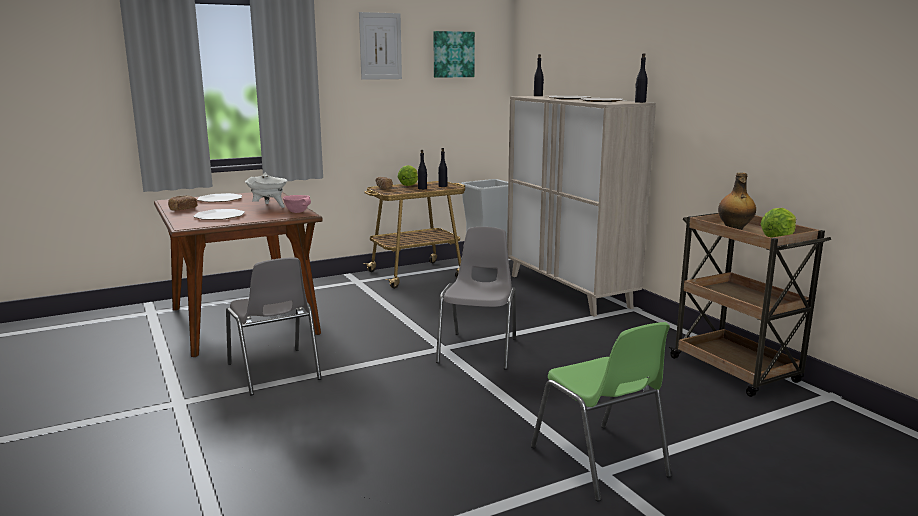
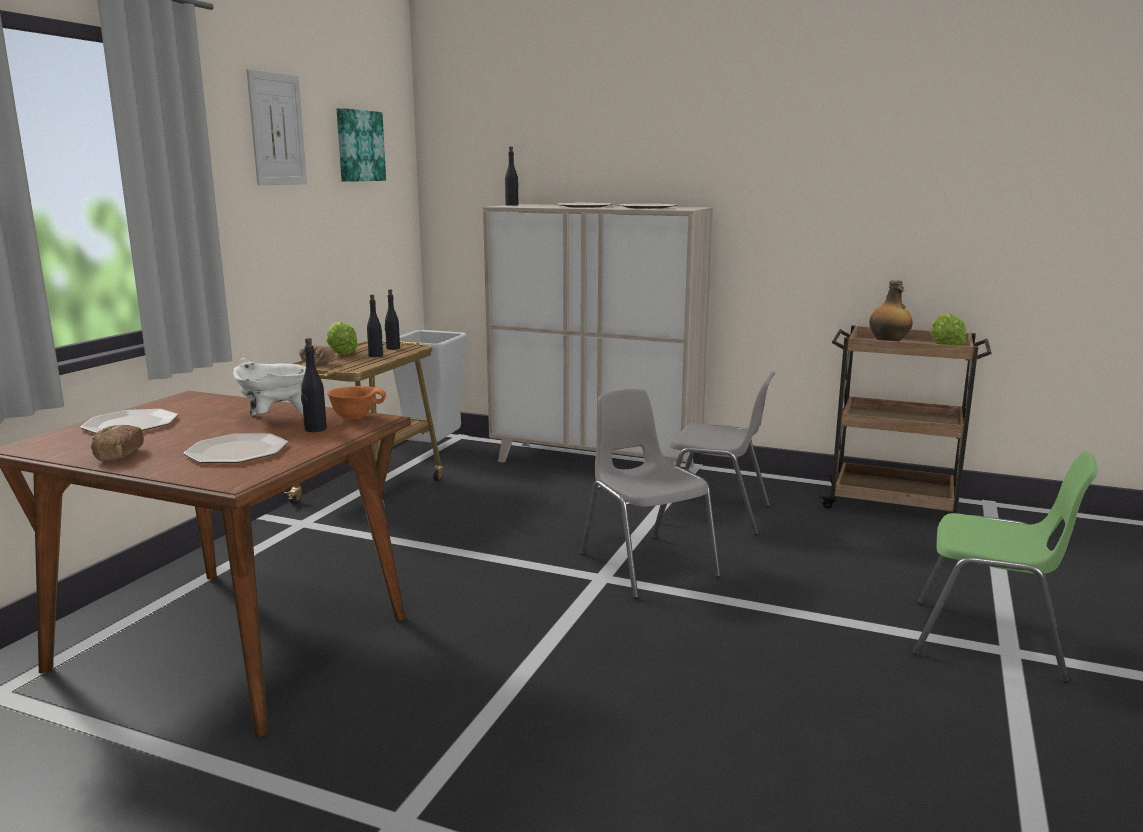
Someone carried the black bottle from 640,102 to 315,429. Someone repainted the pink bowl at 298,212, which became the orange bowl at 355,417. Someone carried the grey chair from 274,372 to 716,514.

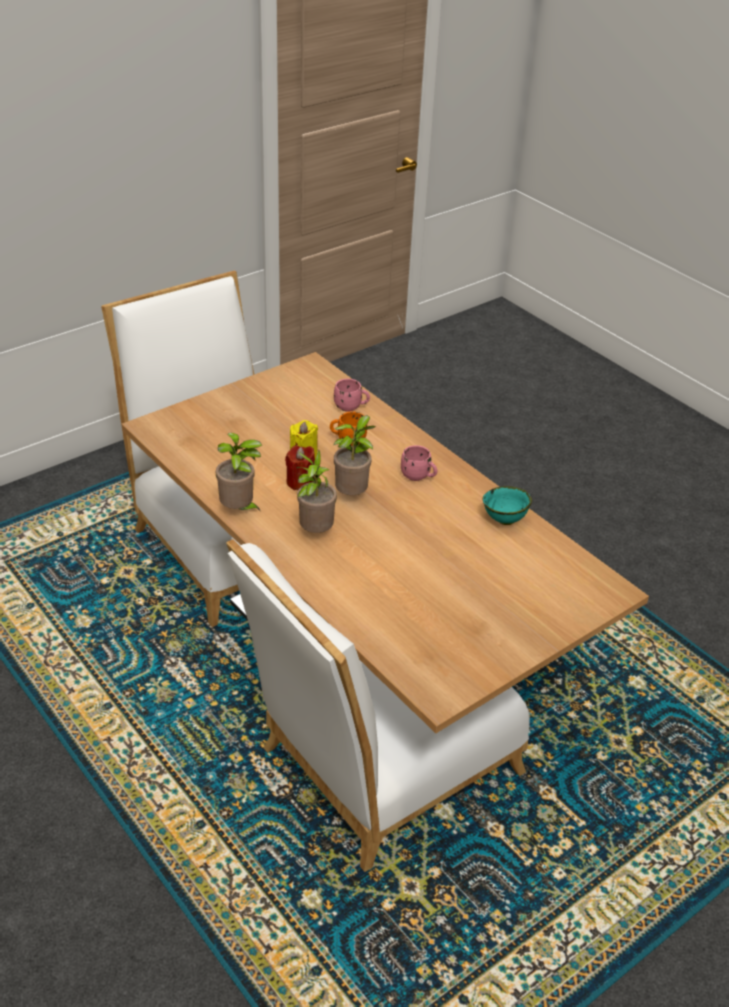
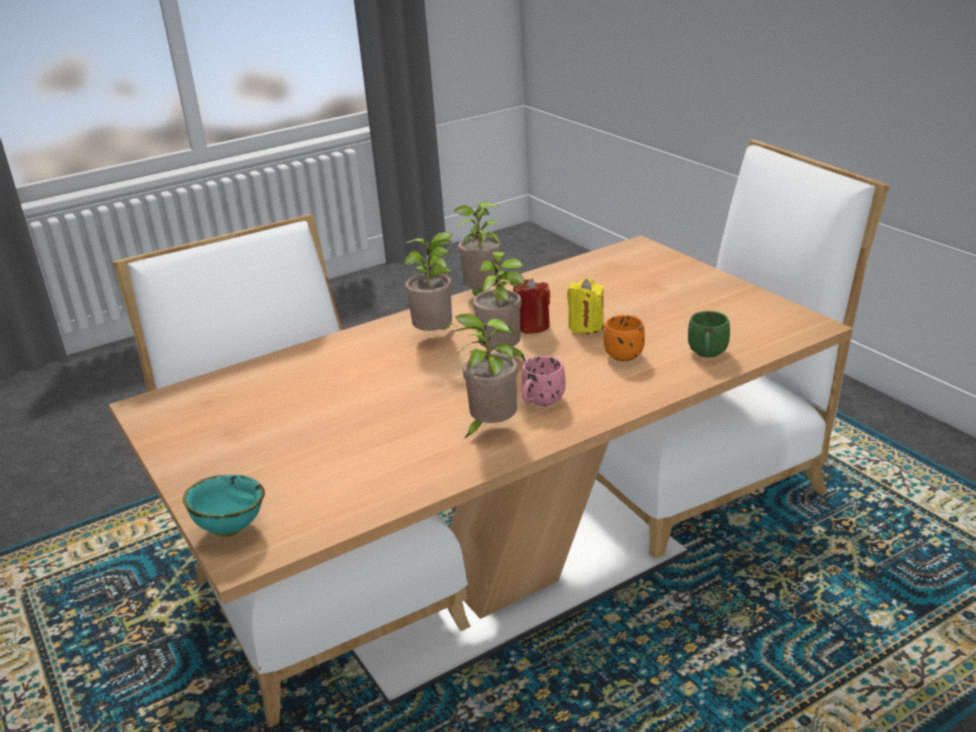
Someone repainted the pink mug at 351,407, which became the green mug at 707,354. Someone carried the turquoise bowl from 504,520 to 229,528. Someone put down the potted plant at 490,429.

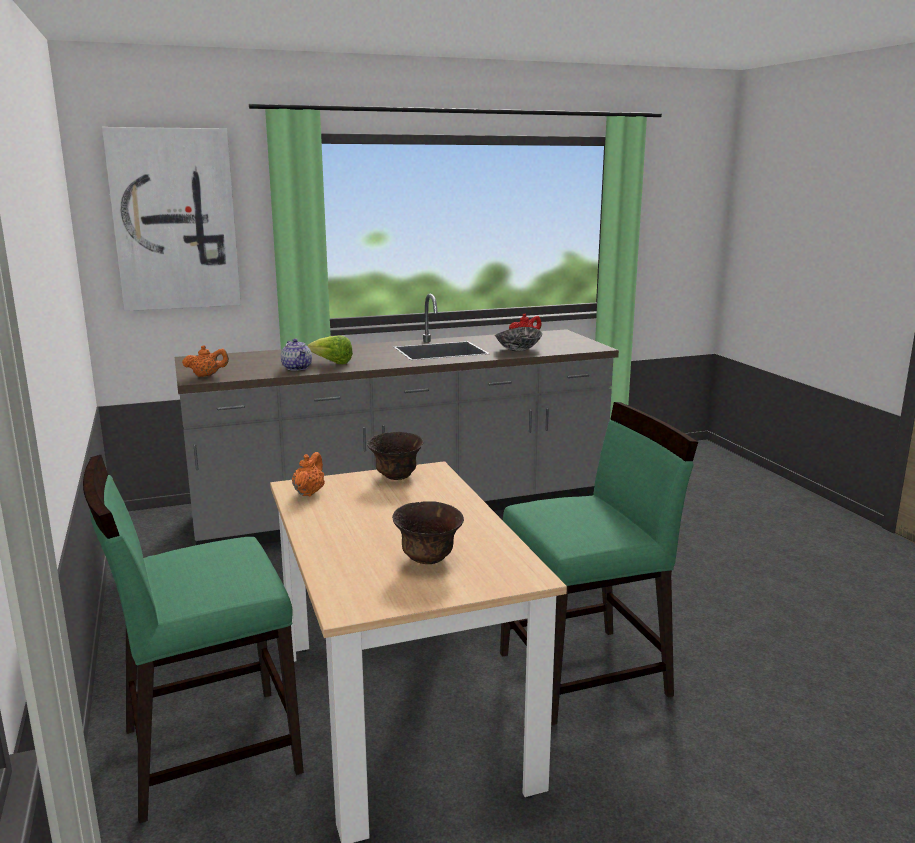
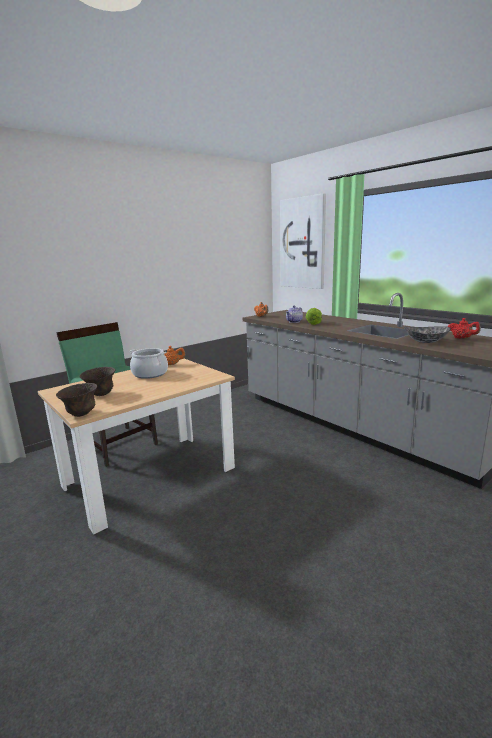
Someone took away the green chair at 586,674. Someone carried the brown bowl from 396,477 to 81,414. Someone put down the cooking pot at 150,374.

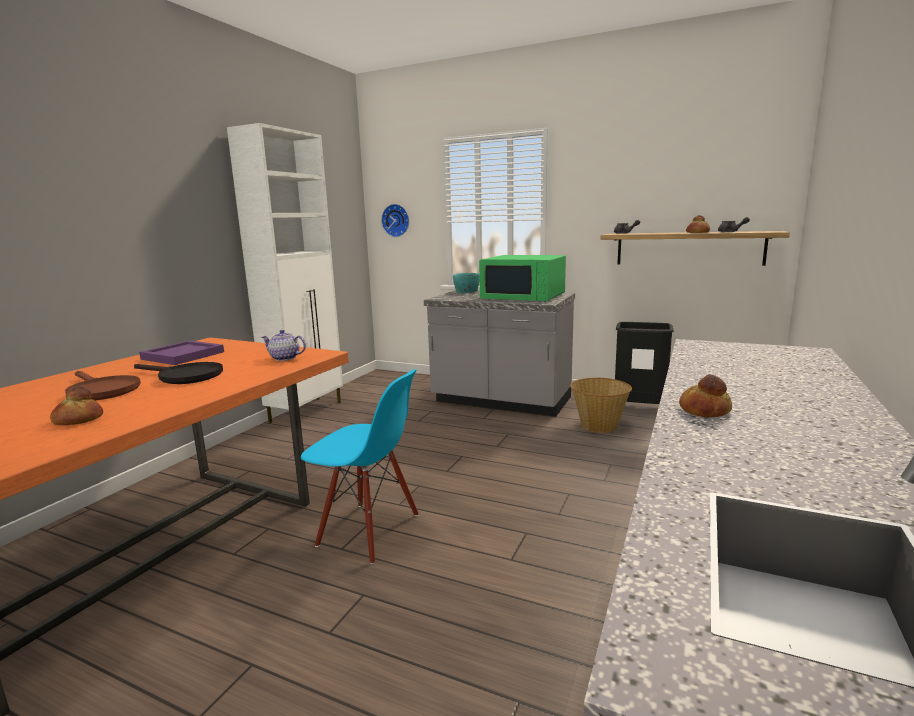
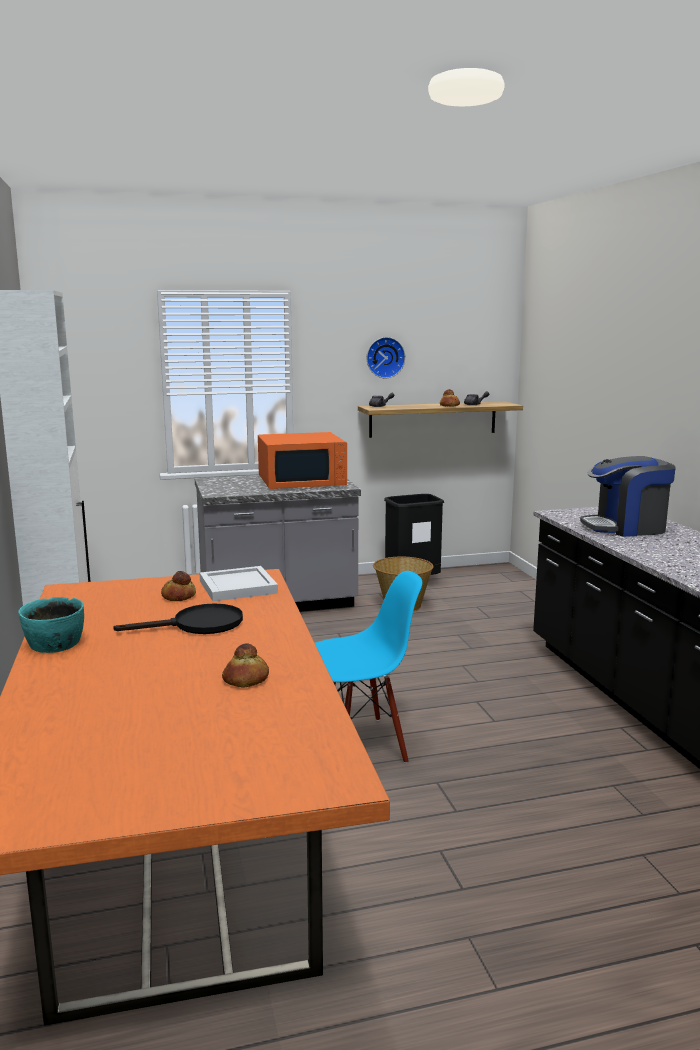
Someone carried the wall clock from 396,220 to 384,357. Someone repainted the green microwave at 524,296, which became the orange microwave at 302,481. Someone carried the turquoise bowl from 466,291 to 55,644. Someone swapped the teapot at 284,358 for the white tray at 239,587. Someone took away the purple tray at 184,355. Someone took away the brown frying pan at 101,390. Someone carried the bread from 704,410 to 178,596. Someone put down the coffee machine at 626,528.

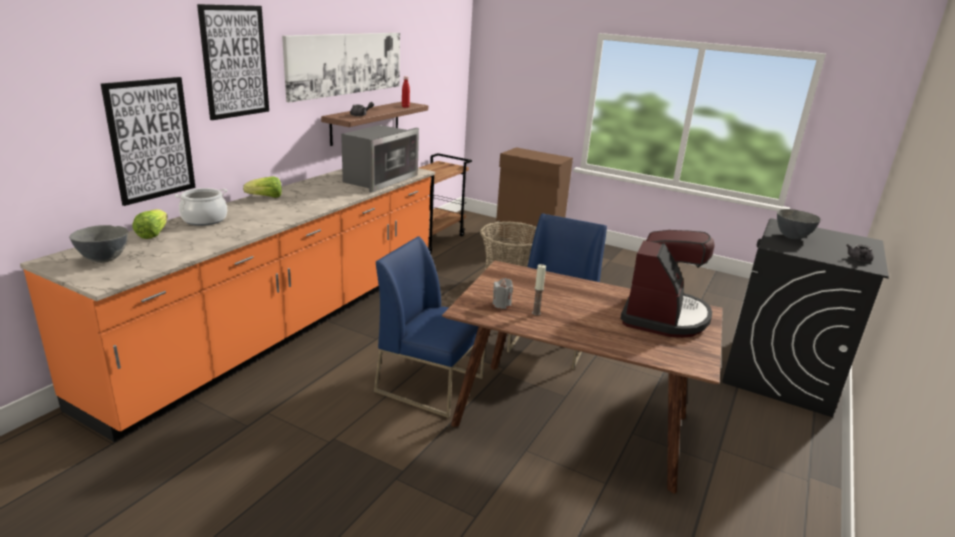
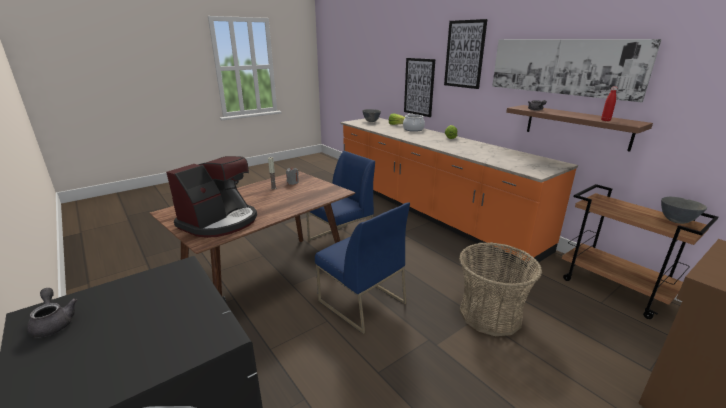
Someone took away the microwave at 379,179. Someone carried the grey bowl from 791,237 to 676,221. Someone rotated the coffee machine at 663,316 by 105 degrees counterclockwise.

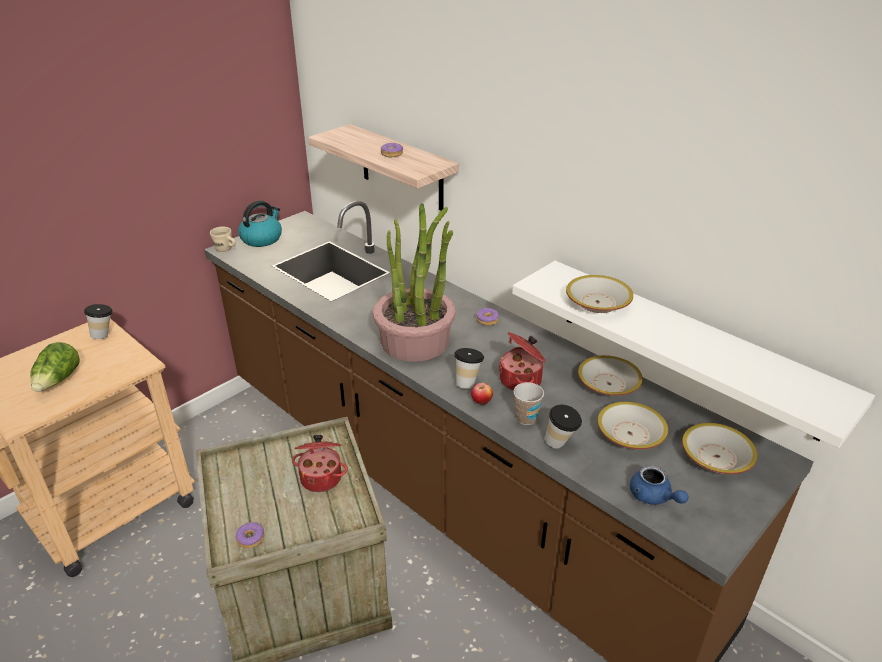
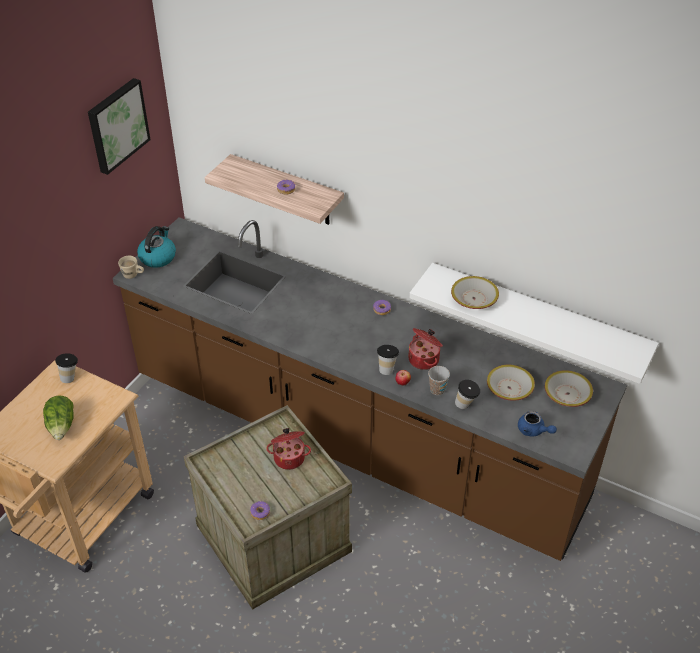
Someone took away the potted plant at 416,342. Someone took away the bowl at 608,384. Someone put up the picture at 117,125.

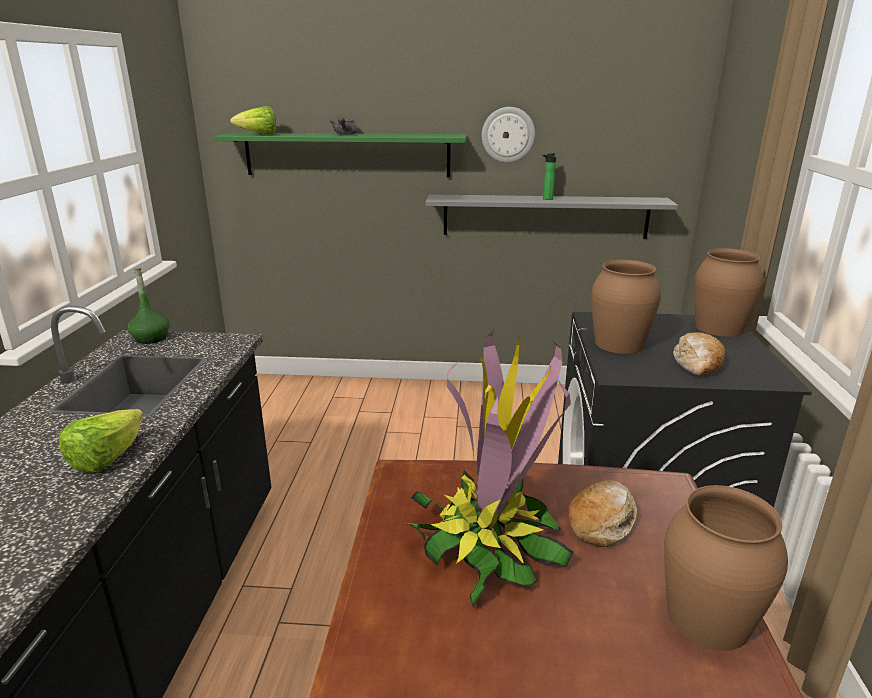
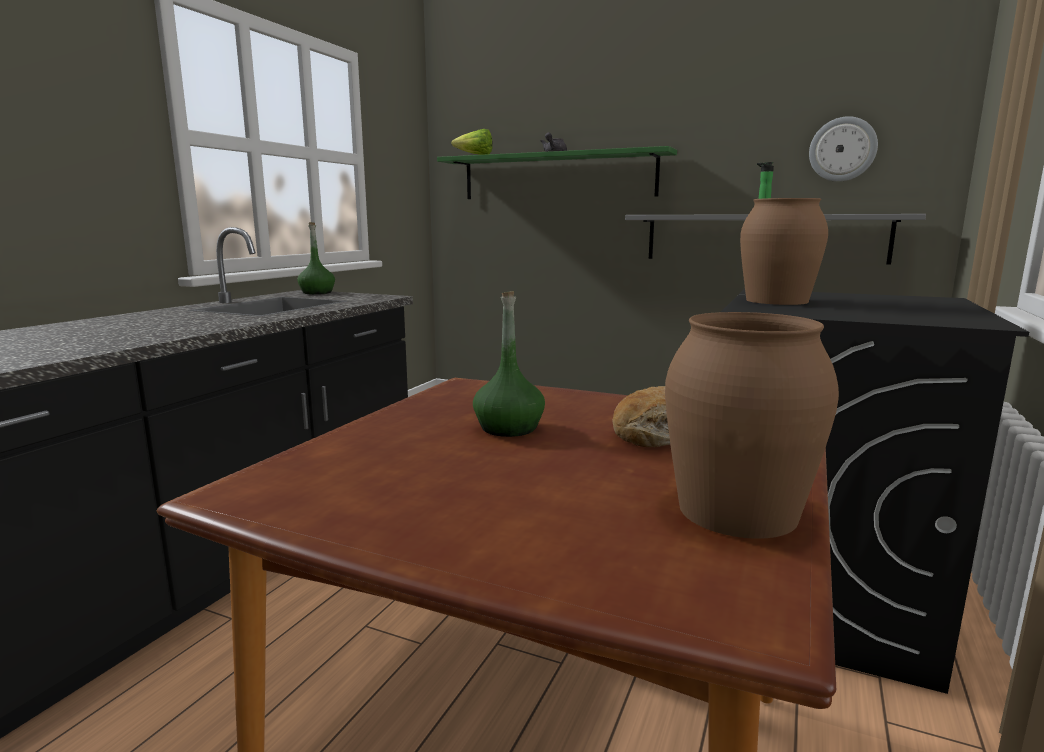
Someone carried the wall clock from 508,134 to 842,149. Someone took away the brown vase at 719,328. Someone swapped the potted plant at 488,542 for the green bottle at 508,428. Someone took away the bread at 697,364. Someone took away the lettuce at 107,458.

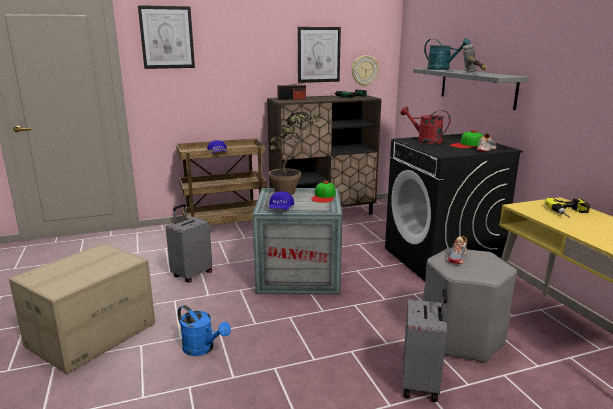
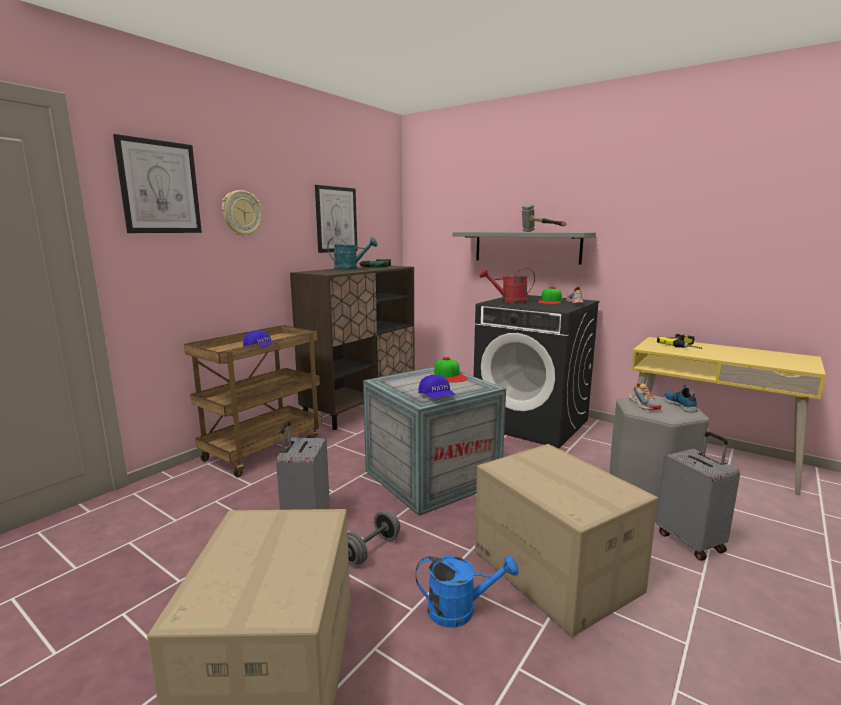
Someone carried the turquoise watering can from 442,69 to 350,269. Someone carried the wall clock from 364,70 to 241,213. Someone took away the radio at 291,99. Someone took away the potted plant at 291,191. Someone put down the shoe at 680,405. Someone put down the cardboard box at 553,571. Someone put down the grey dumbbell at 371,550.

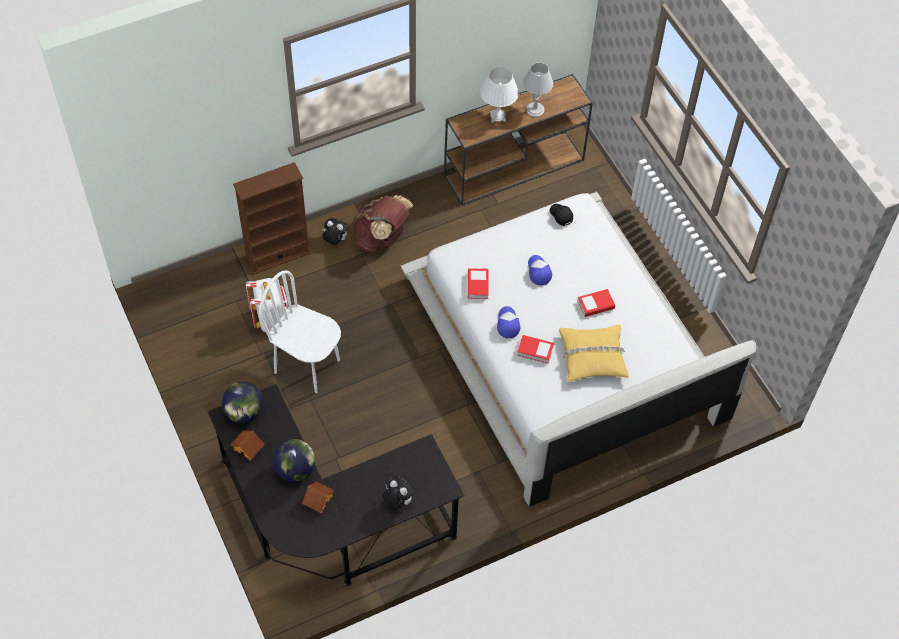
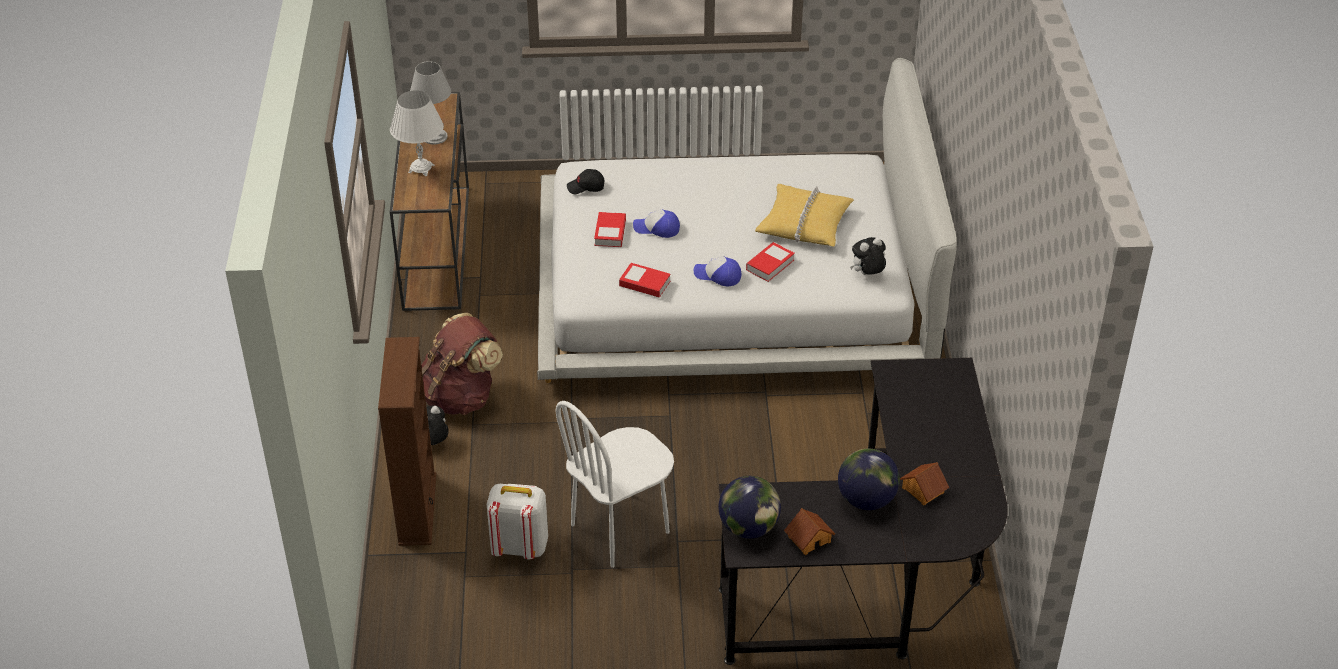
Someone carried the book from 595,305 to 610,233. Someone carried the plush toy from 397,501 to 867,275.

